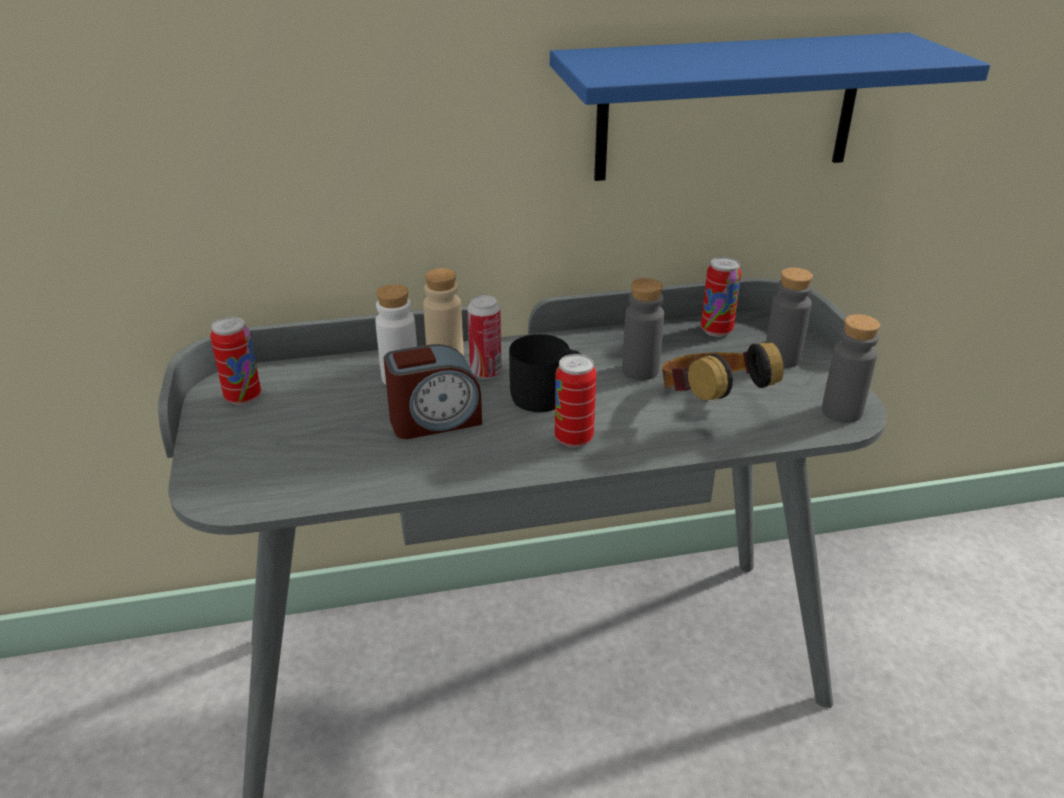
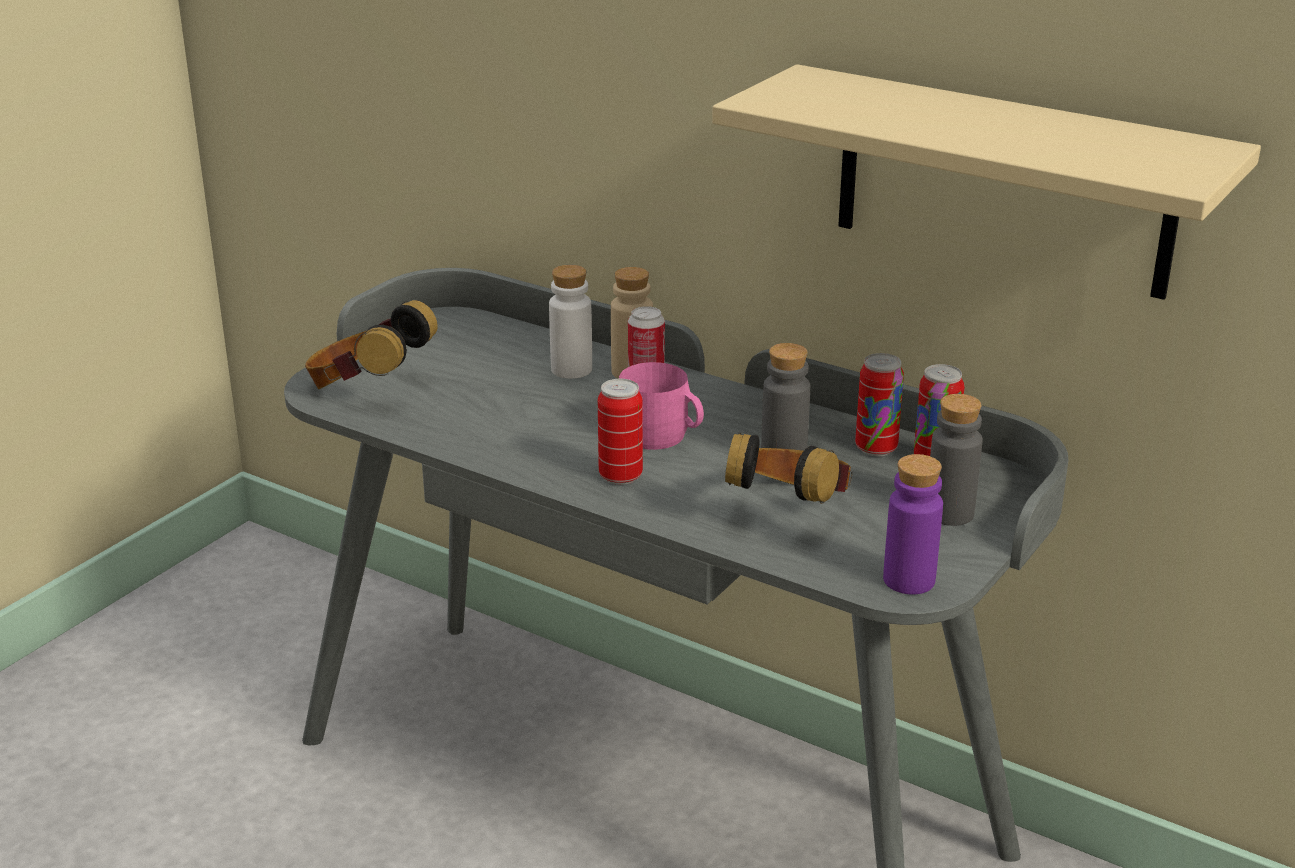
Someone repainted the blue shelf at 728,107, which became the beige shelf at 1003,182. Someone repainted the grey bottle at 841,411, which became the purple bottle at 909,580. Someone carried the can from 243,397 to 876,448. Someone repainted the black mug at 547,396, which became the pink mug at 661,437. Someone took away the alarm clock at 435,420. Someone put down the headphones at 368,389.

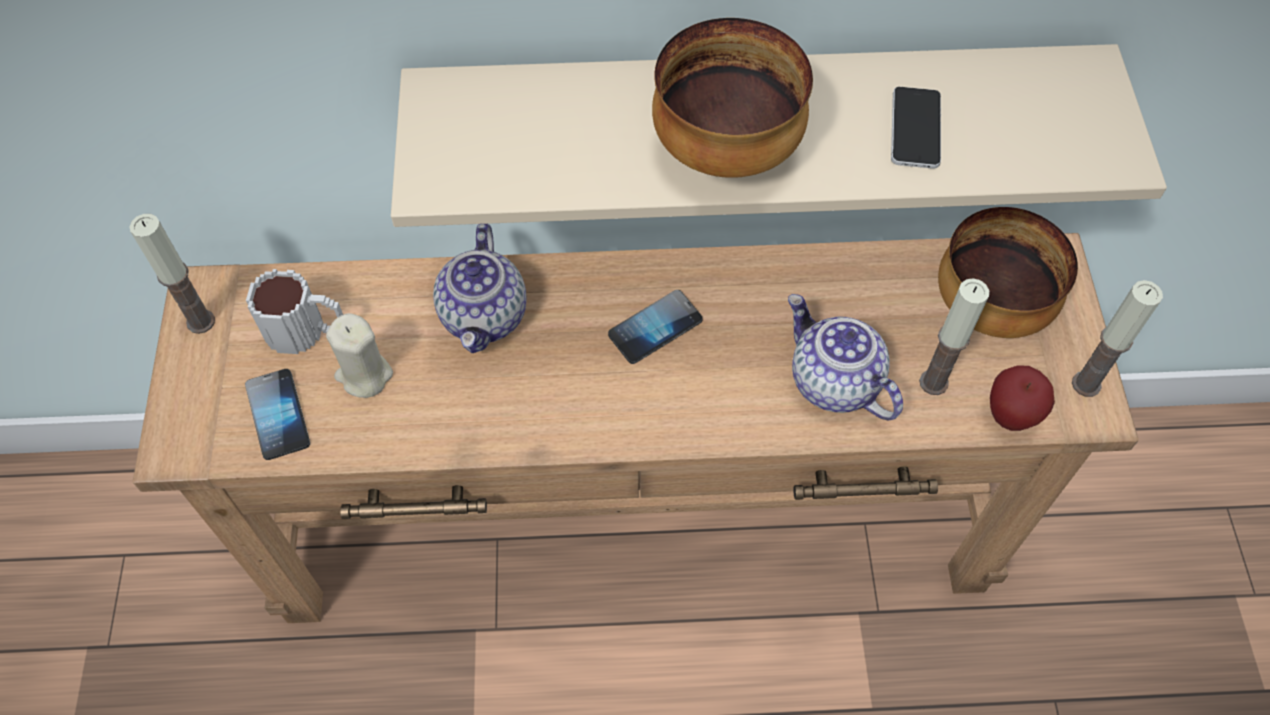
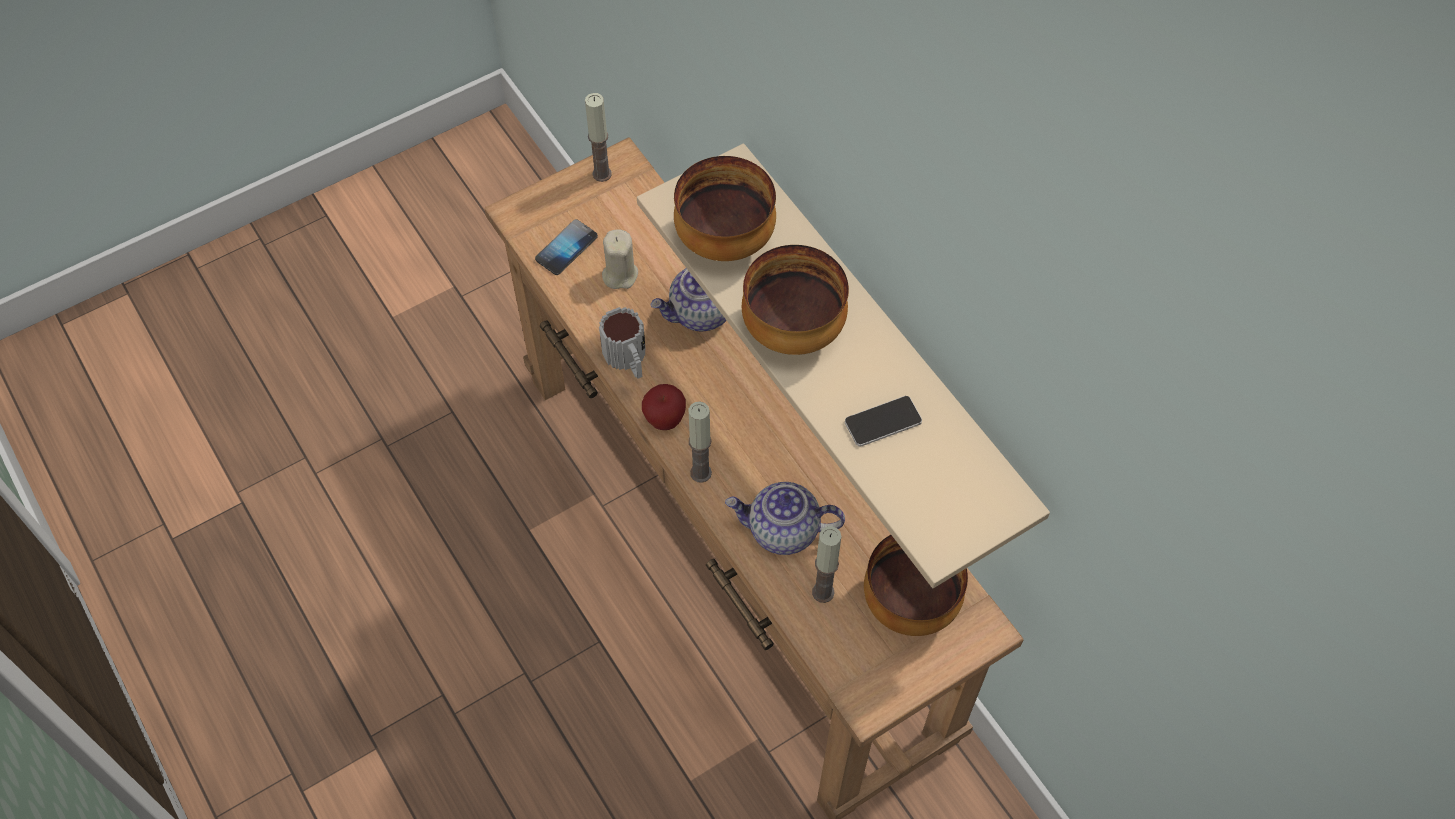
Someone carried the mug from 307,330 to 628,359. Someone carried the candle from 1086,384 to 701,473. Someone took away the phone at 655,328. Someone rotated the teapot at 833,382 by 105 degrees counterclockwise. Someone carried the apple from 1010,416 to 664,420. Someone put down the bowl at 723,240.

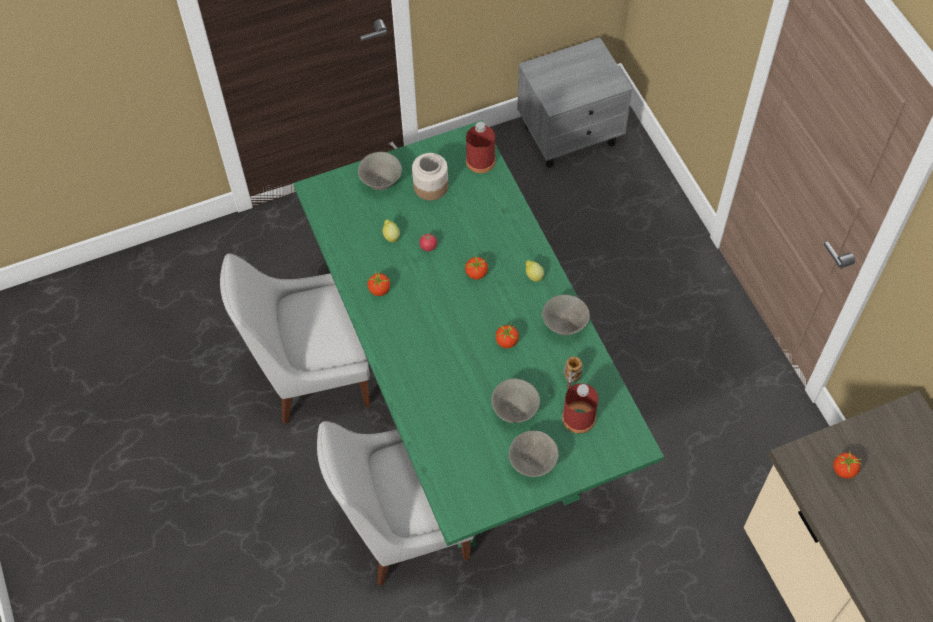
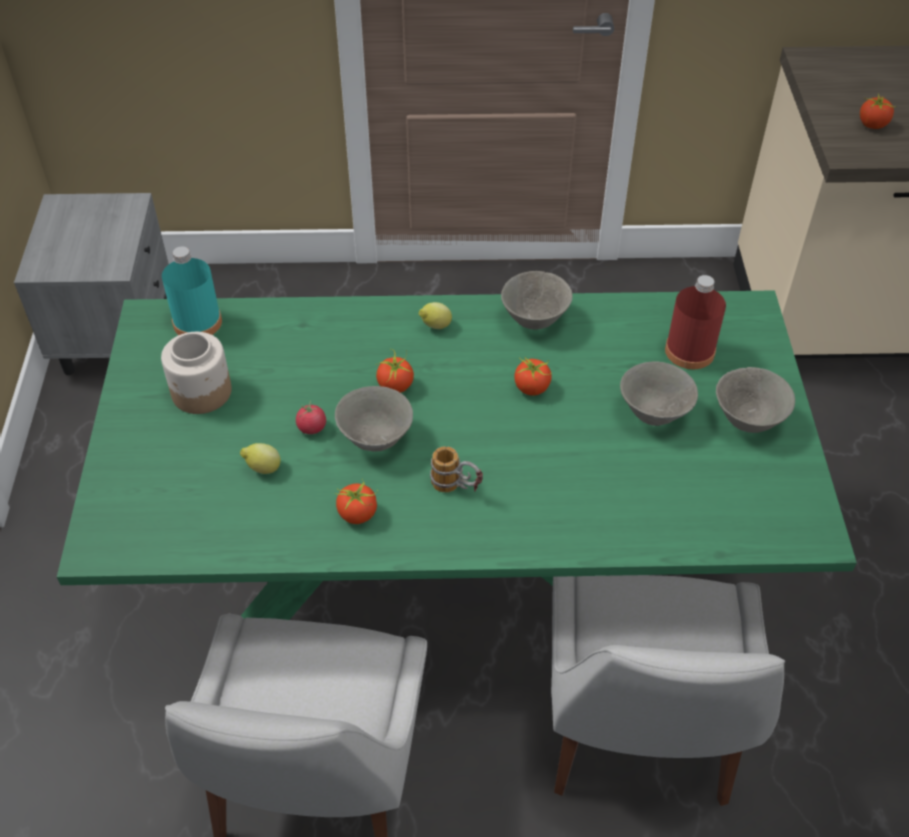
Someone repainted the red bottle at 480,161, which became the turquoise bottle at 197,322. Someone carried the grey bowl from 381,183 to 376,439. Someone carried the mug from 571,381 to 457,487.

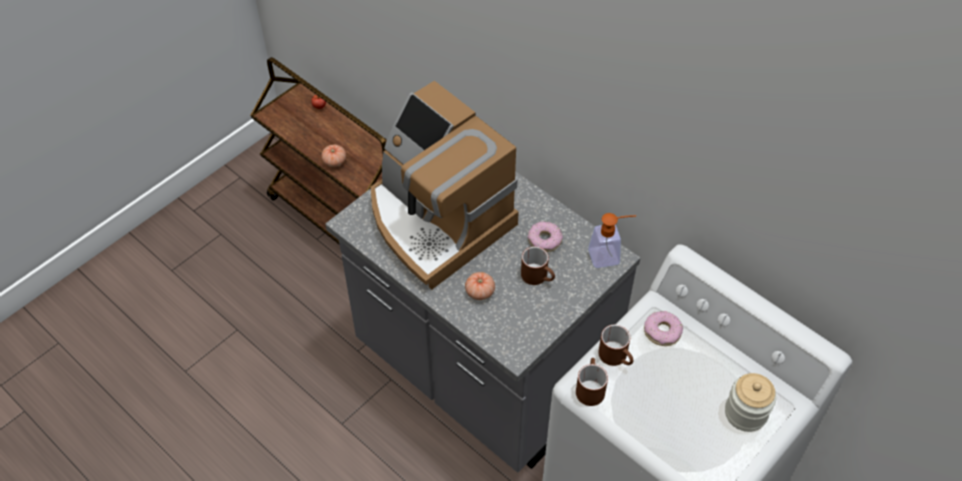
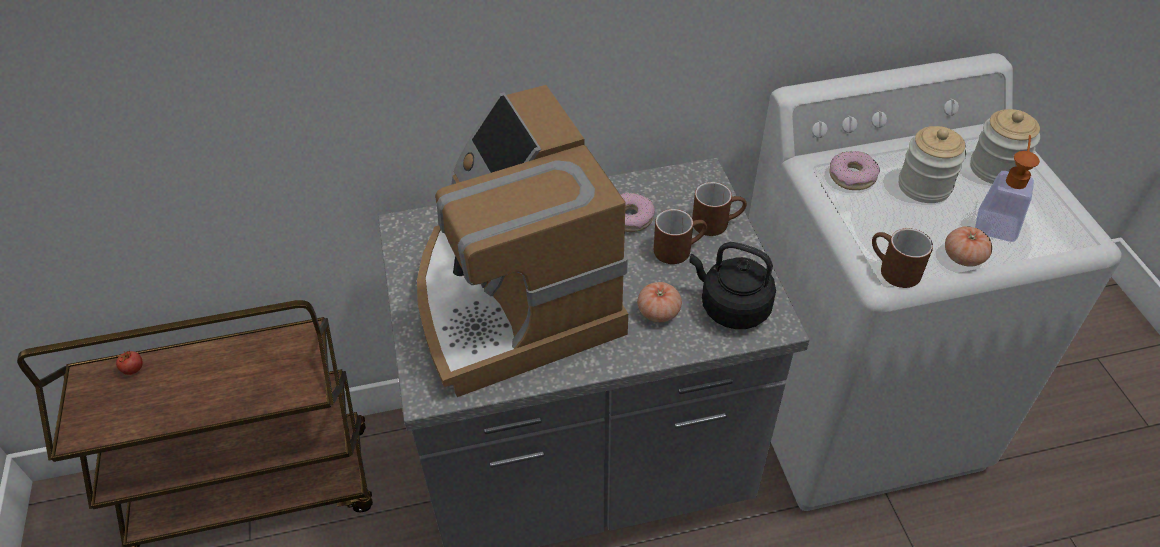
Someone rotated the coffee machine at 437,220 by 75 degrees clockwise. Someone carried the tomato from 334,161 to 963,257. Someone carried the soap dispenser from 609,256 to 997,220. Someone carried the brown mug from 617,357 to 717,222. Someone put down the jar at 924,186. Someone put down the black kettle at 731,307.

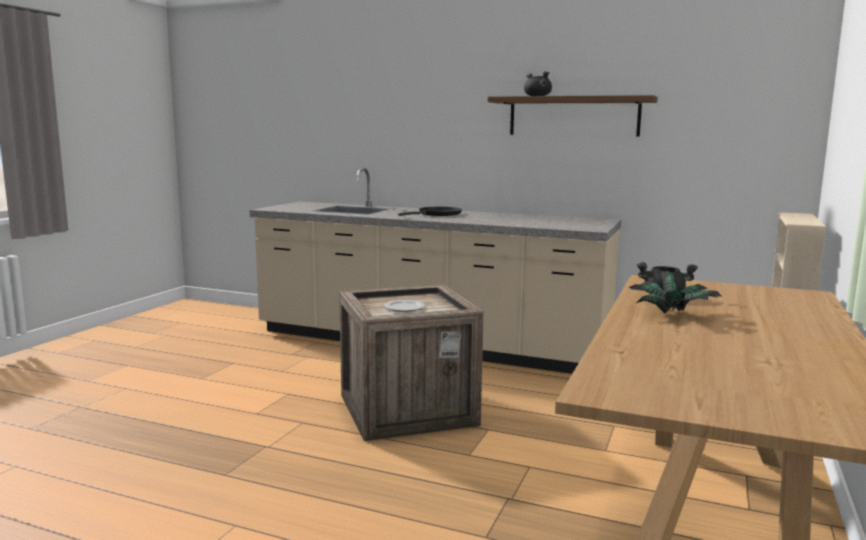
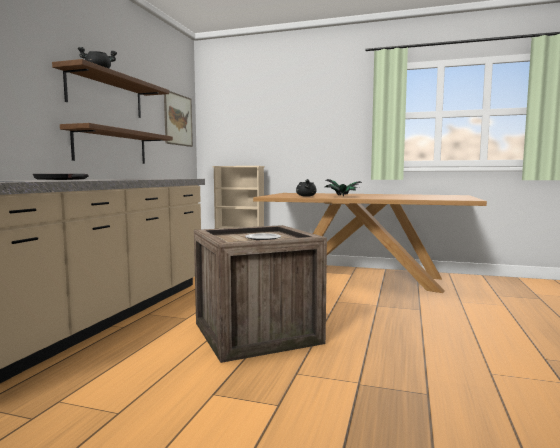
Someone put up the picture at 178,120. Someone put up the shelf at 111,147.

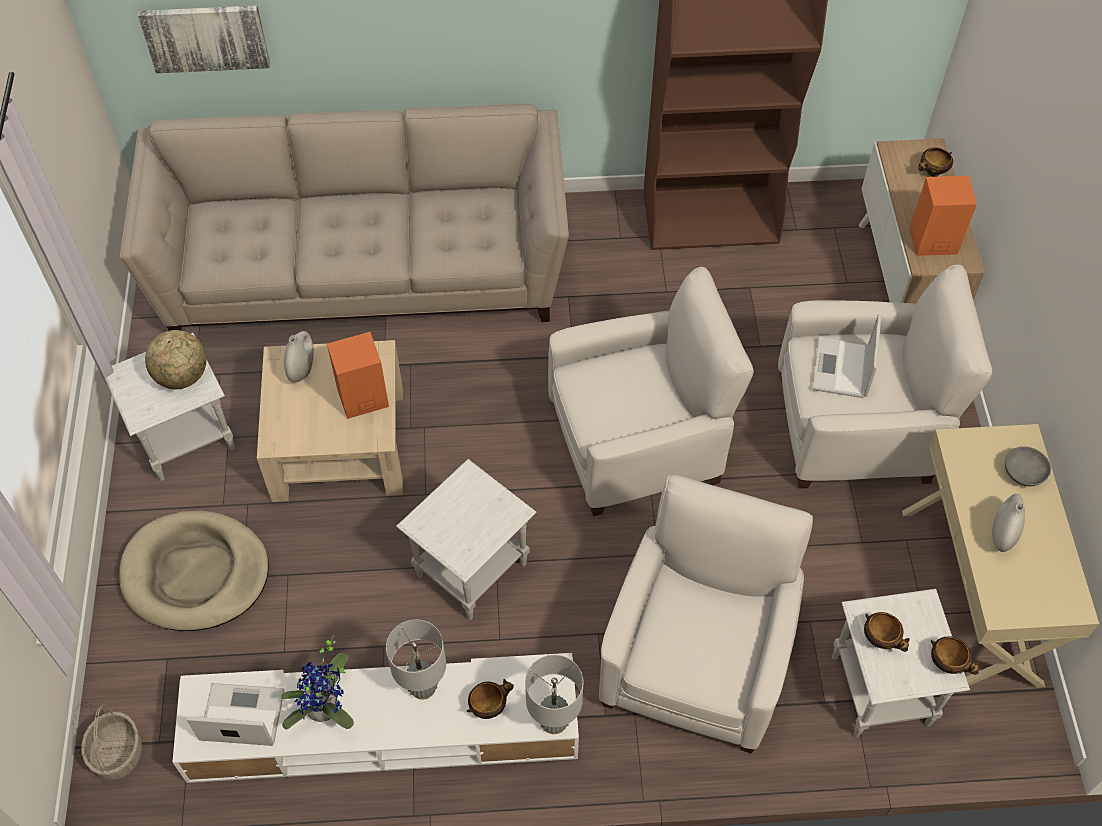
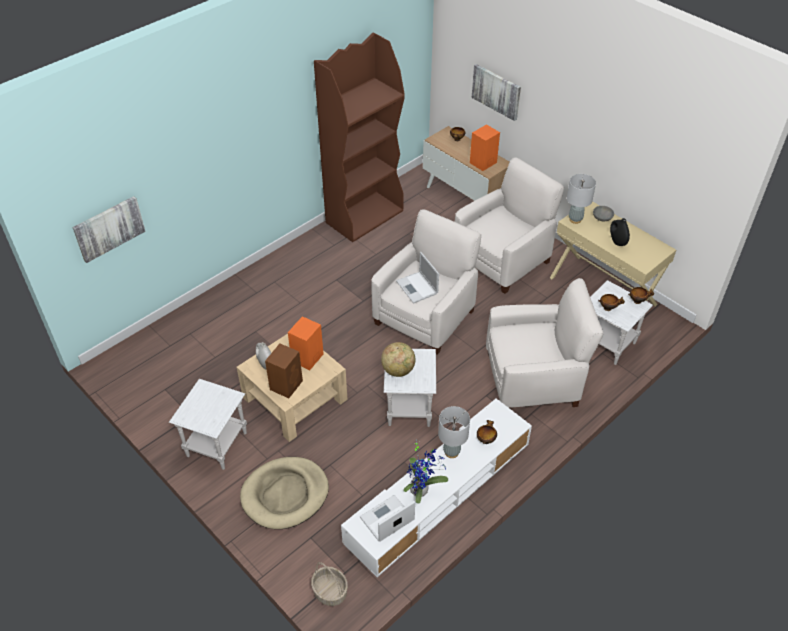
Someone took away the beige sofa at 363,268. Someone carried the laptop from 842,369 to 417,288. Someone carried the globe from 183,376 to 398,370. Someone rotated the white armchair at 696,661 by 105 degrees clockwise. Someone repainted the white vase at 1002,535, which became the black vase at 617,241. Someone carried the grey table lamp from 554,721 to 575,219. Someone put up the picture at 496,91. Someone put down the brown speaker at 286,384.

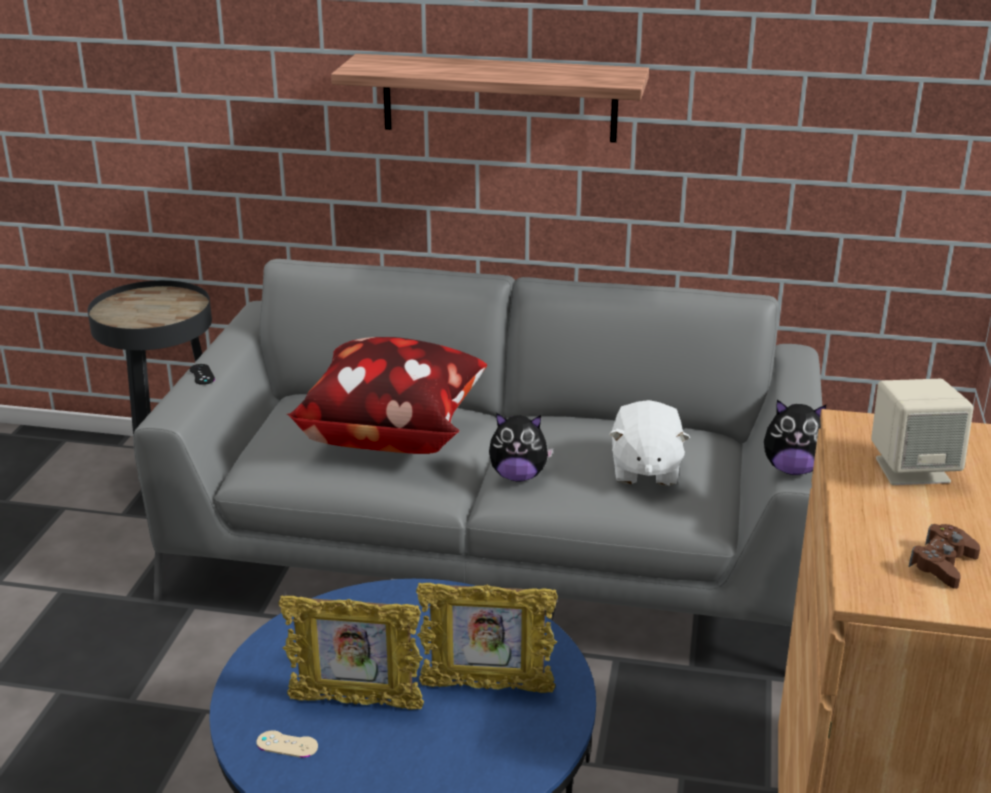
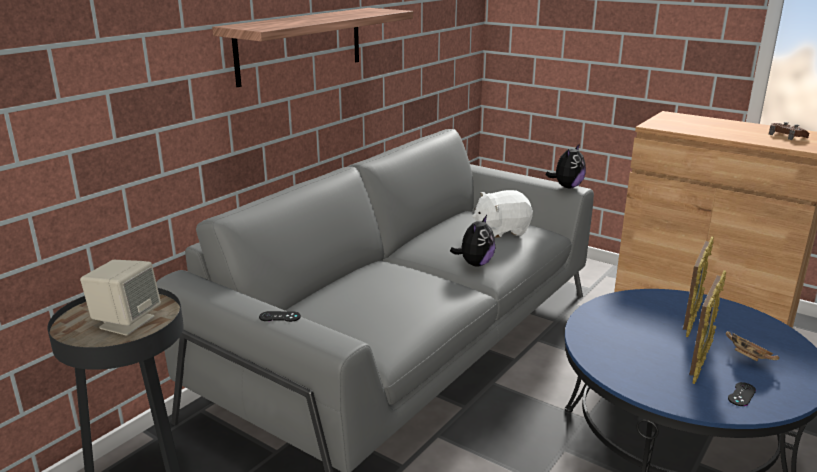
Someone took away the pillow at 391,433. Someone carried the beige speaker from 912,469 to 126,322. Someone rotated the white plush toy at 644,470 by 135 degrees clockwise. Someone repainted the beige game controller at 287,744, which became the black game controller at 741,394. Someone put down the bowl at 749,358.

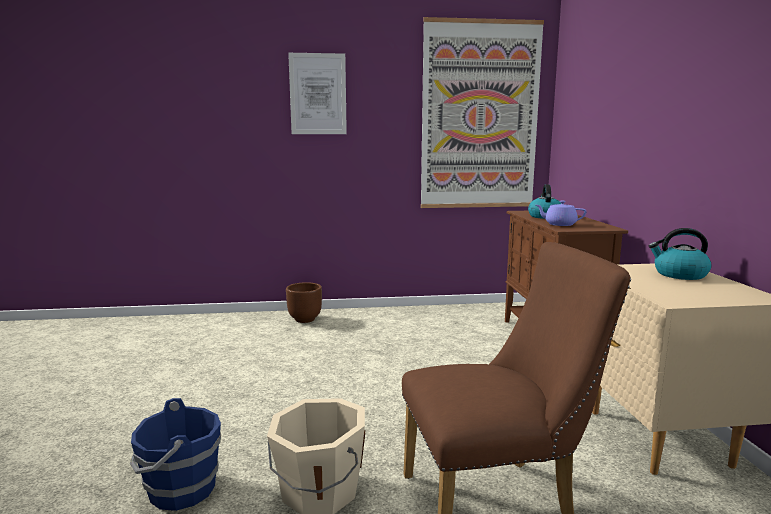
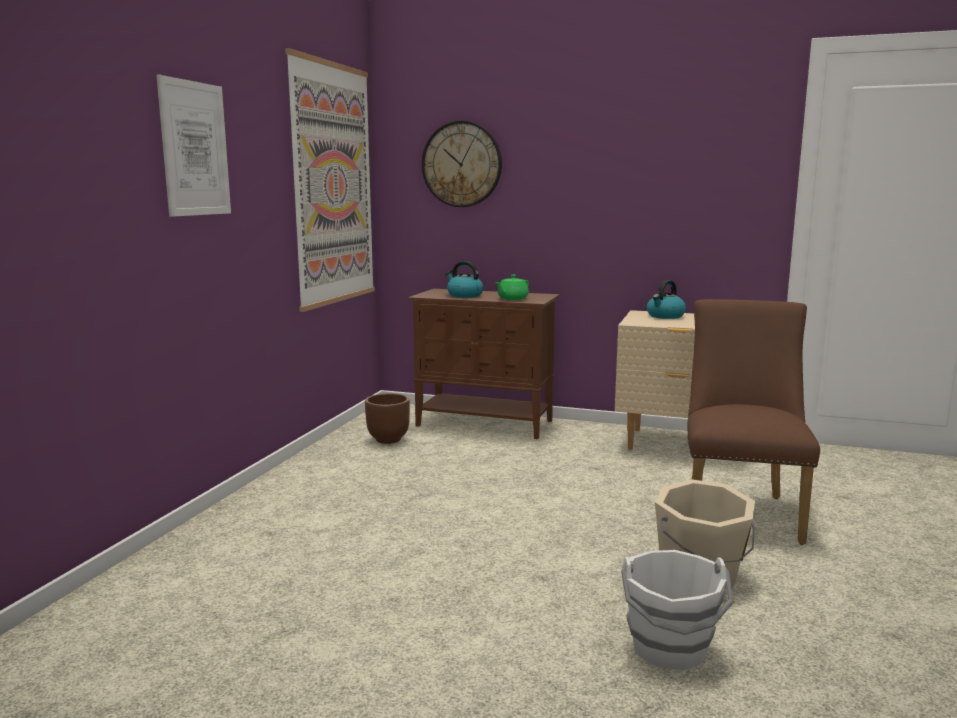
Someone repainted the purple teapot at 559,224, which became the green teapot at 512,299. Someone carried the brown planter from 304,319 to 387,440. Someone repainted the blue bucket at 180,490, which became the white bucket at 670,649. Someone put up the wall clock at 462,164.

